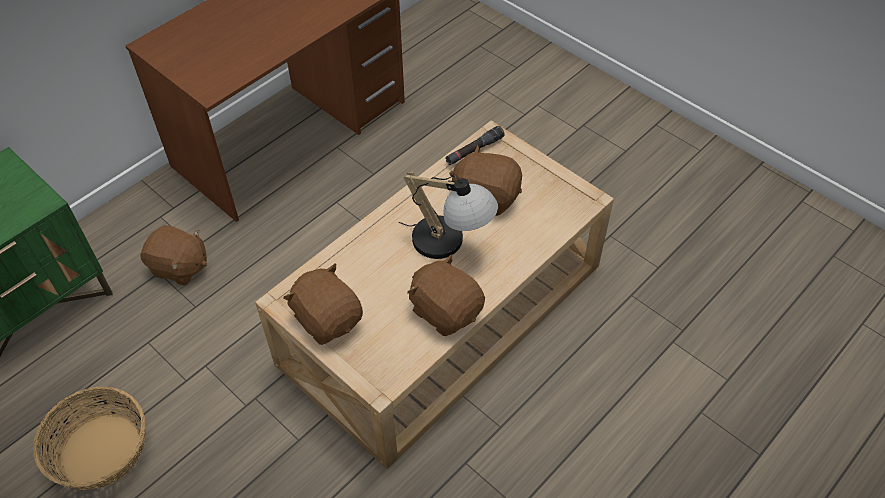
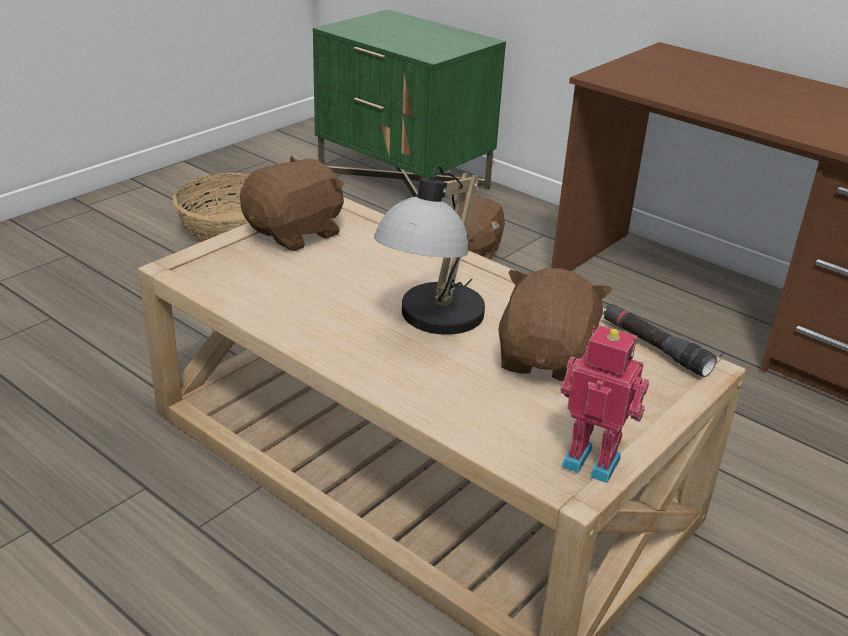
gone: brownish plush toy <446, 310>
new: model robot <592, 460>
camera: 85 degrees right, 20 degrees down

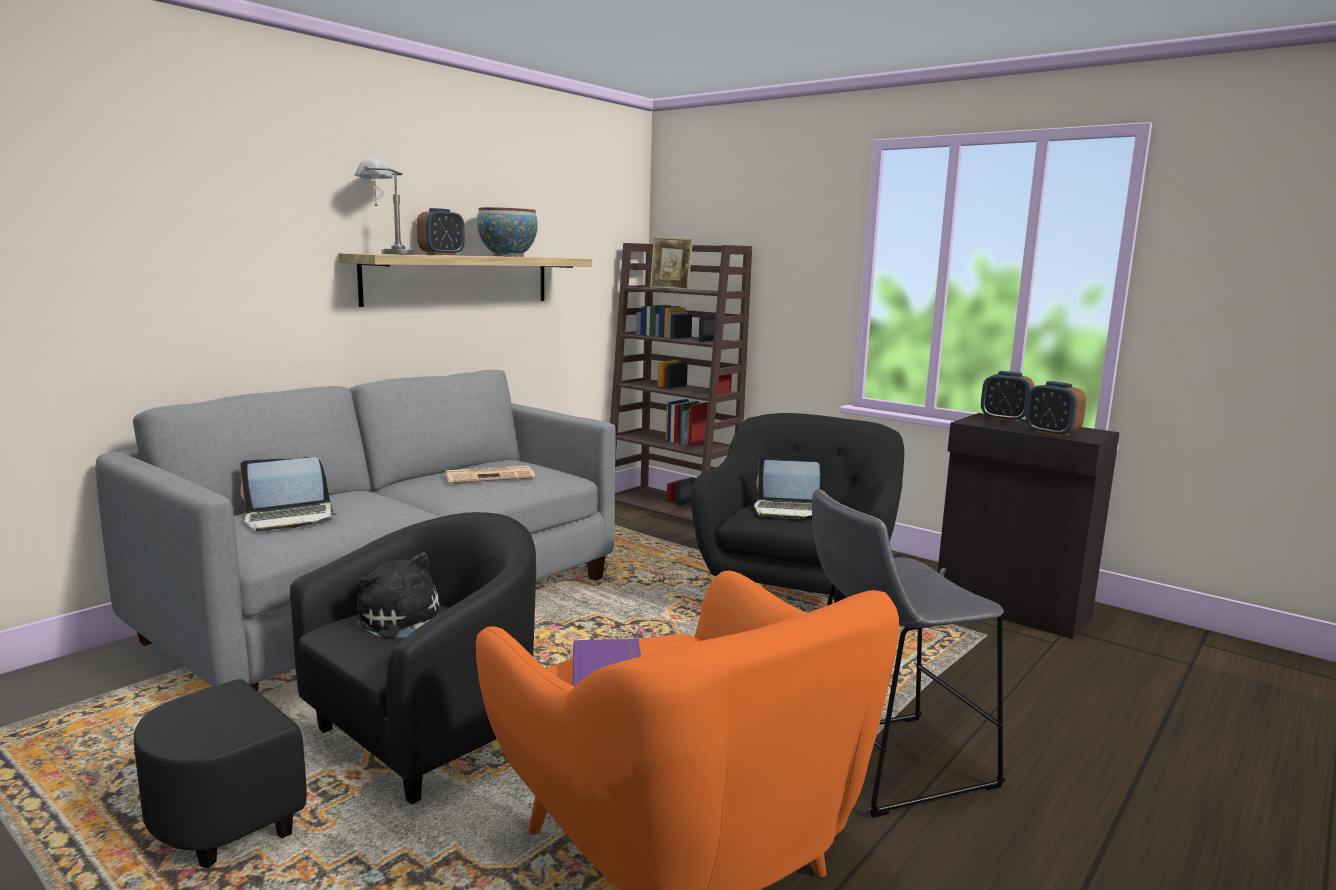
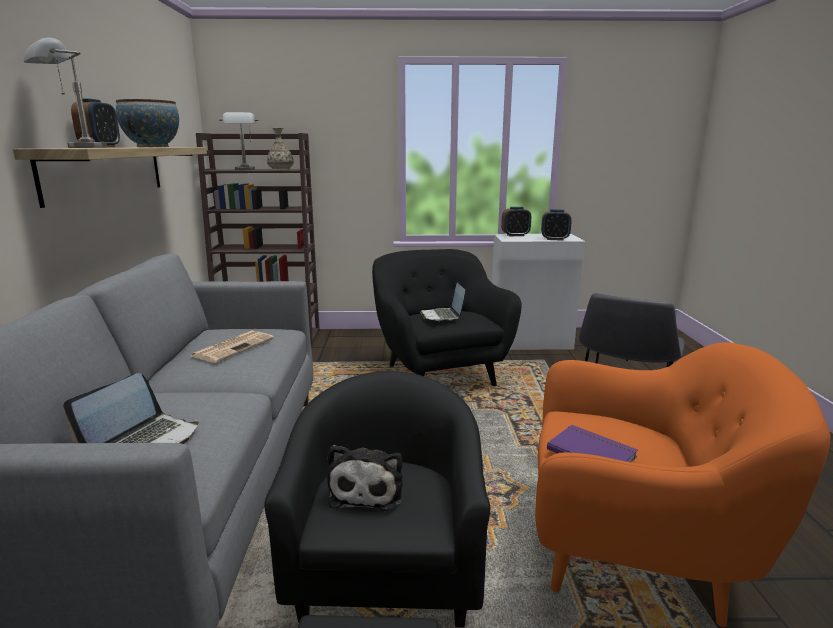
new: decorative vase <281, 170>
swapped: photo frame <670, 289> to grey lamp for a table <245, 170>
repainted: blackish cabinet <1012, 608> to whitish cabinet <531, 342>
rotated: plush toy <404, 623> = <367, 490> 90 degrees counterclockwise; portable computer <788, 510> = <443, 316> 105 degrees clockwise
camera: 40 degrees left, 5 degrees up

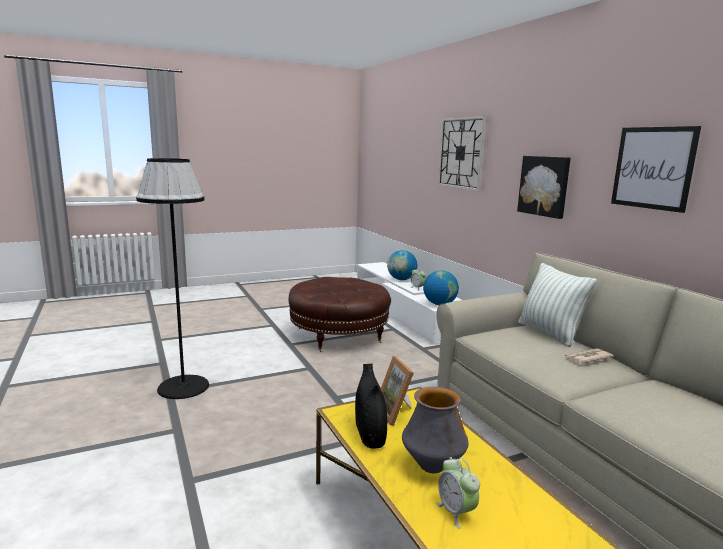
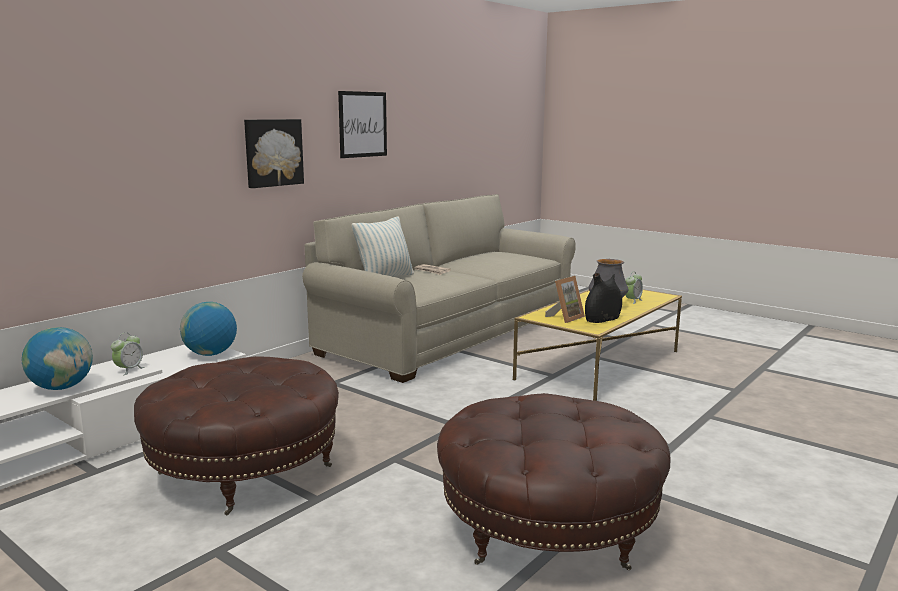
gone: hanging clock <461, 153>
swapped: blackish standard lamp <184, 387> to brownish pouffe <548, 527>
camera: 115 degrees left, 0 degrees up

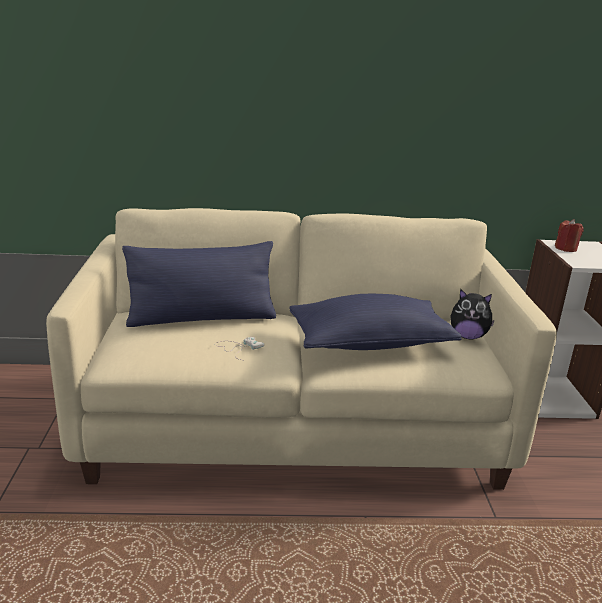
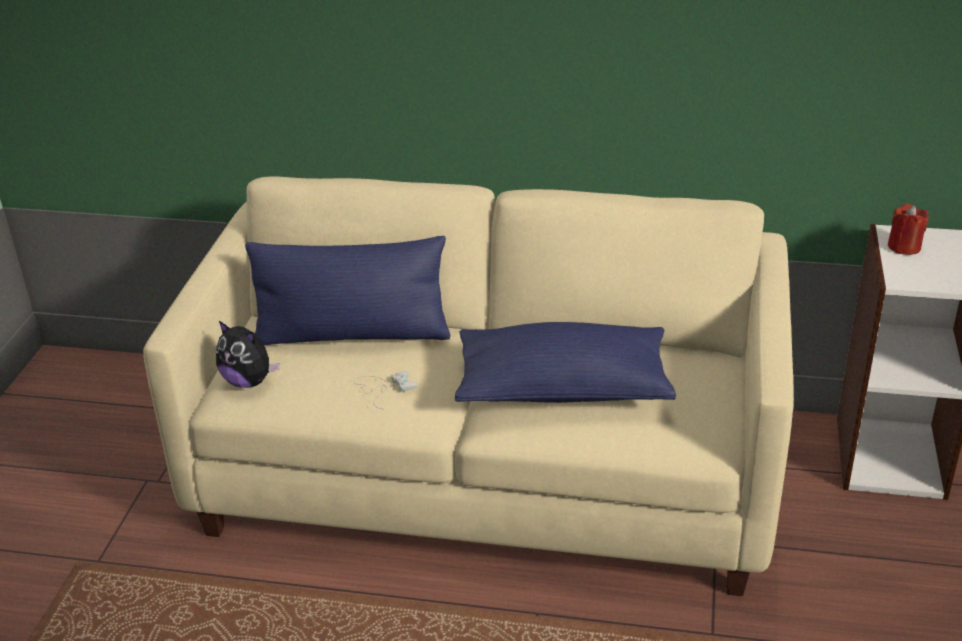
shifted: plush toy <468, 336> to <249, 381>
camera: 15 degrees right, 10 degrees up

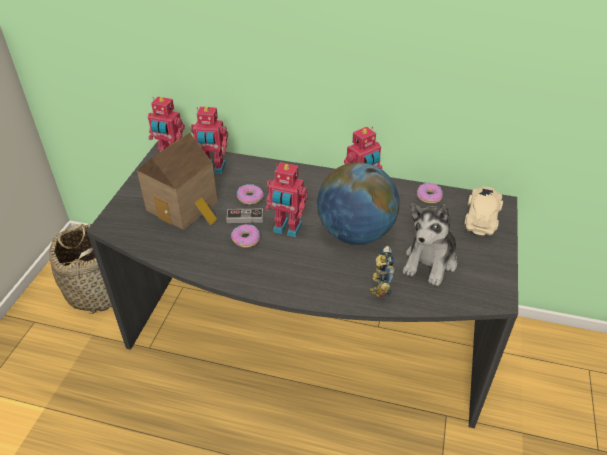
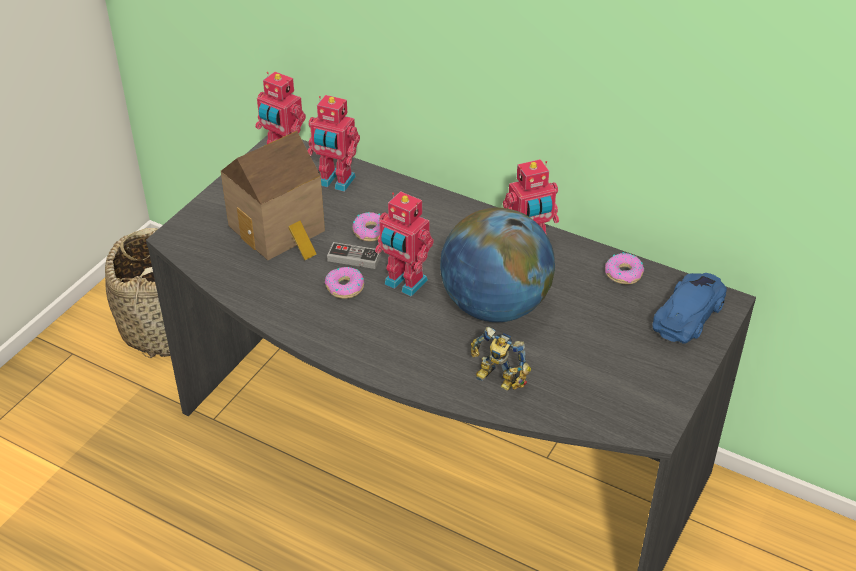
gone: plush toy <430, 262>
repainted: beige model car <482, 215> to blue model car <689, 313>
rotated: model robot <378, 285> = <497, 380> 75 degrees counterclockwise
camera: 15 degrees right, 0 degrees up

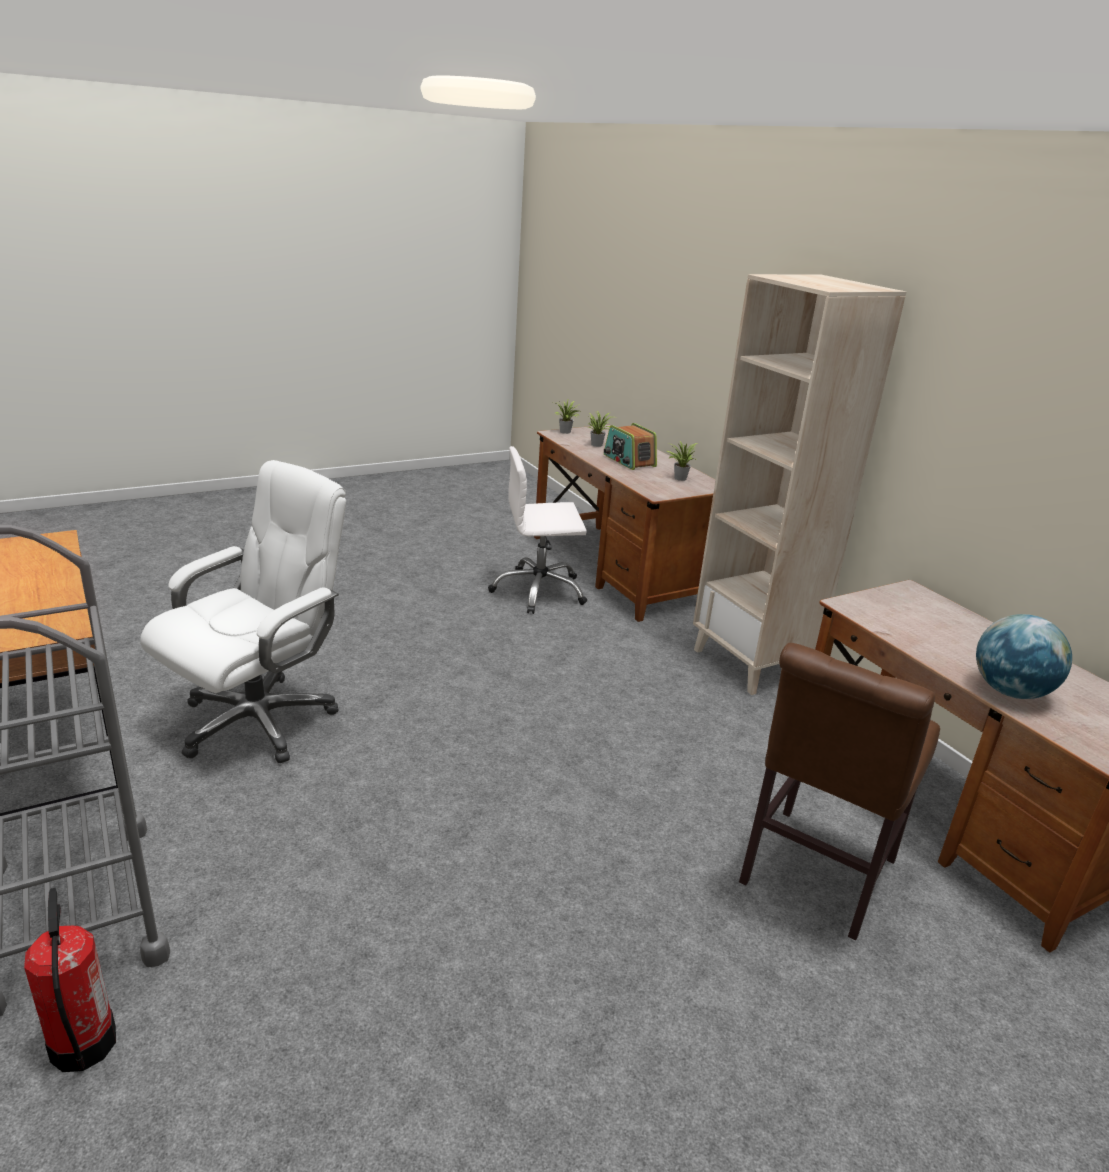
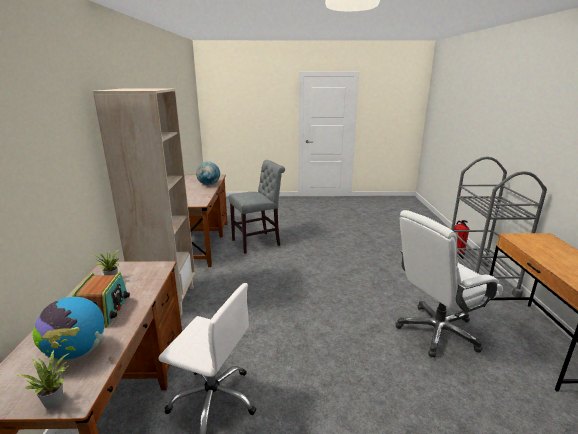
swapped: plant in a pot <597, 444> to world globe <76, 352>
repainted: brownish chair <814, 876> to grey chair <258, 242>
camera: 150 degrees left, 5 degrees down

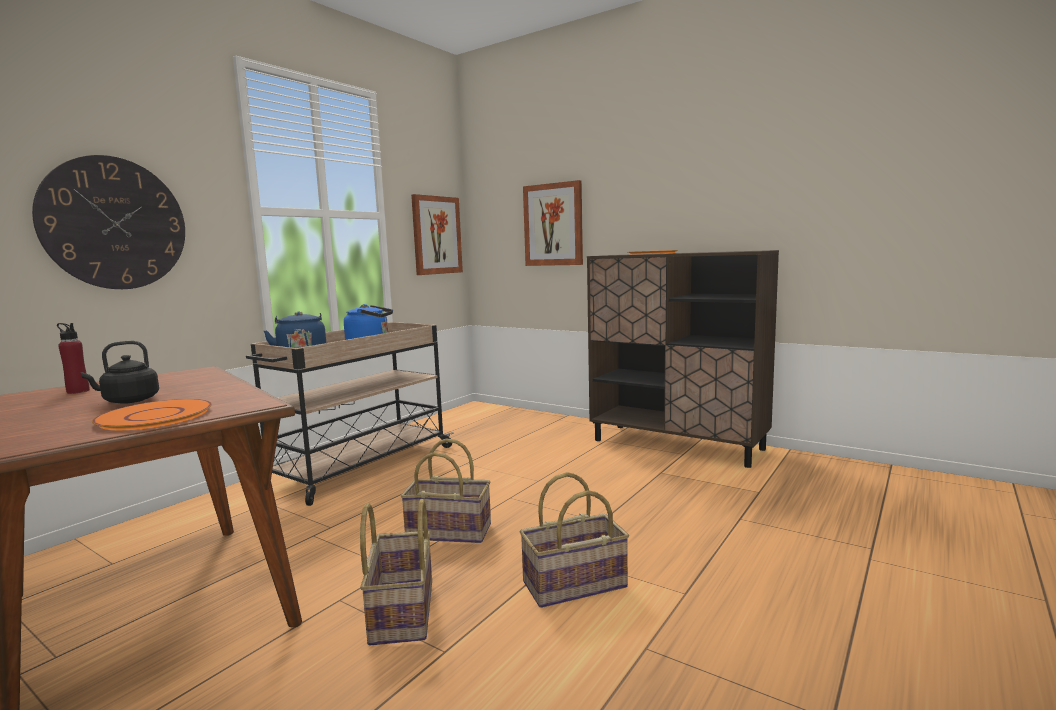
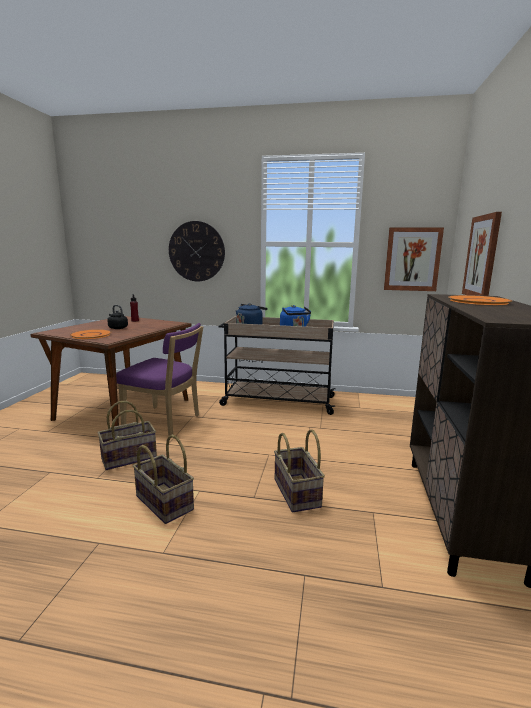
new: purple chair <165, 422>
shifted: storage basket <450, 531> to <297, 493>
camera: 65 degrees right, 5 degrees up

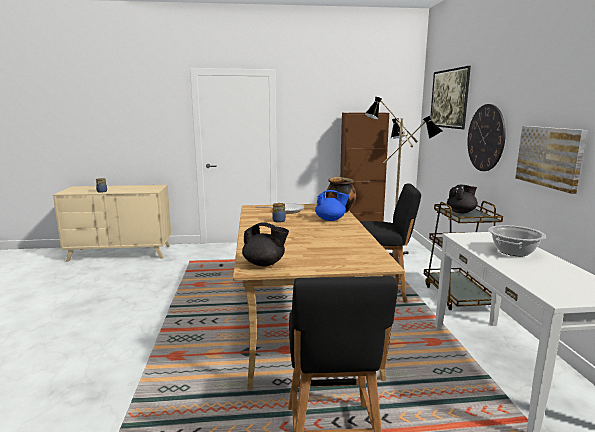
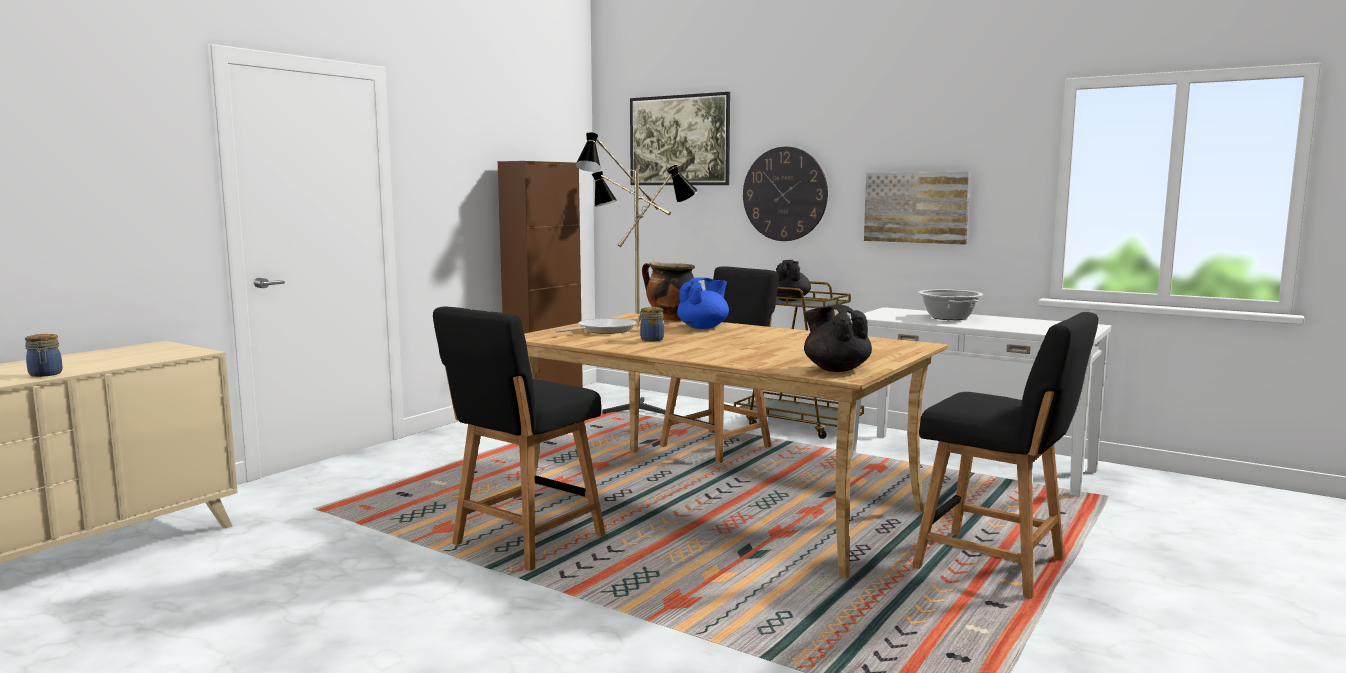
new: blackish chair <524, 542>
rotated: blackish pot for tea <264, 264> = <835, 369> 90 degrees counterclockwise
camera: 50 degrees left, 5 degrees down

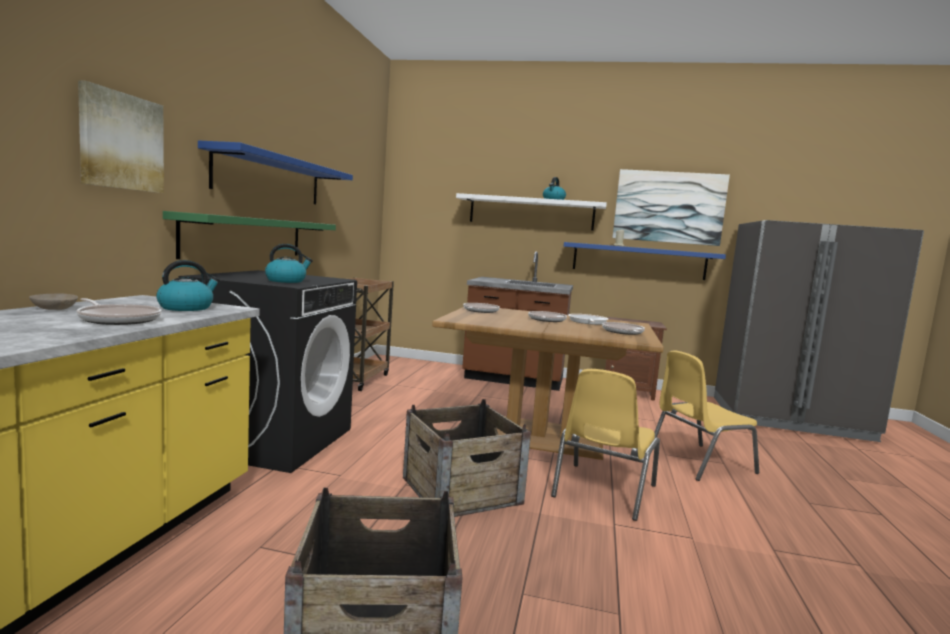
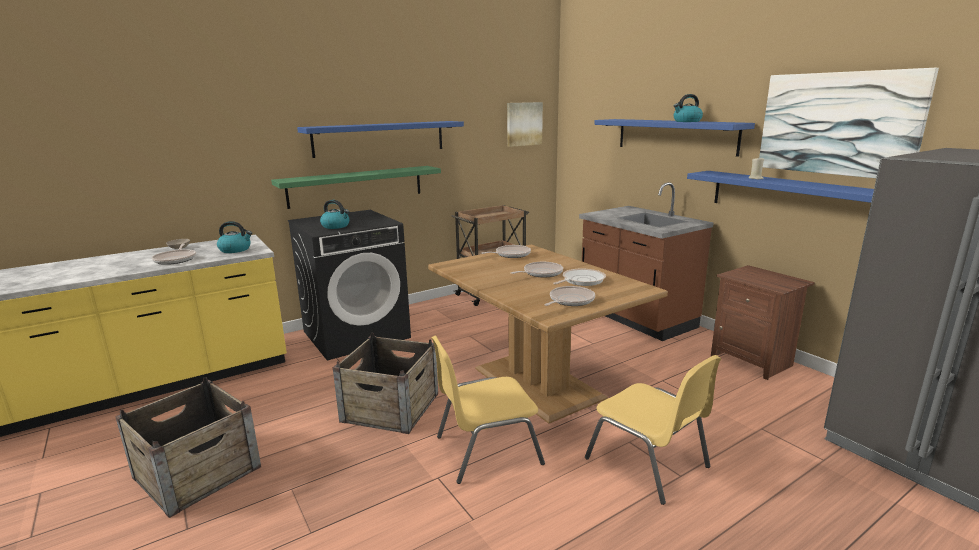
shifted: wall picture <121, 141> to <523, 124>
repainted: whitish bracket shelf <531, 212> to blue bracket shelf <674, 136>
rotated: yellow-coloured chair <698, 462> = <648, 463> 150 degrees counterclockwise
camera: 45 degrees right, 10 degrees up

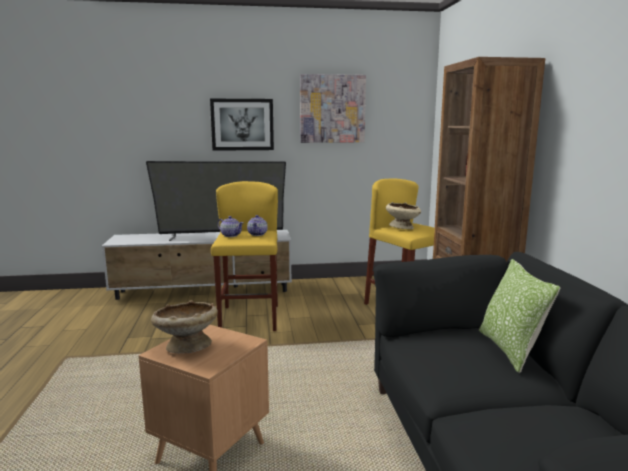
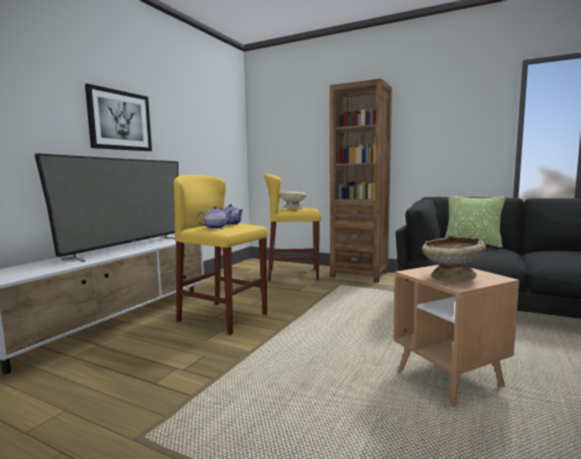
gone: wall picture <332, 109>
camera: 55 degrees left, 5 degrees down

